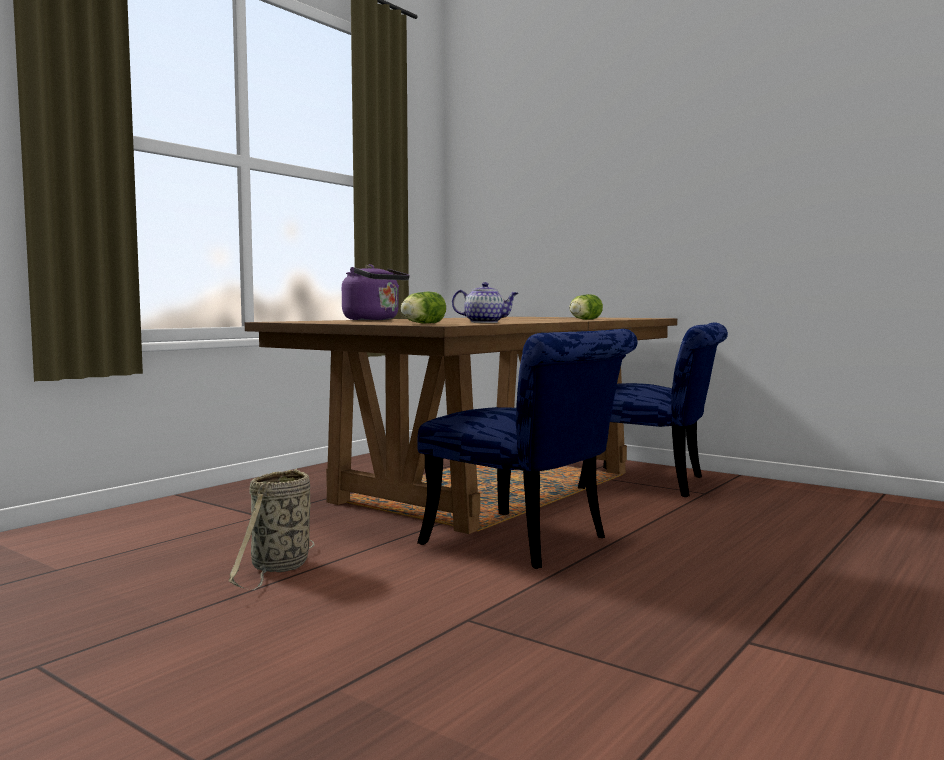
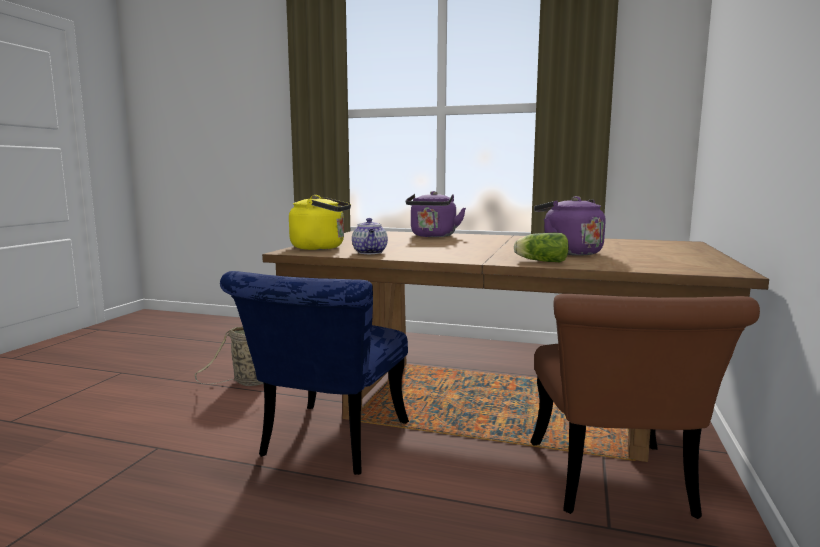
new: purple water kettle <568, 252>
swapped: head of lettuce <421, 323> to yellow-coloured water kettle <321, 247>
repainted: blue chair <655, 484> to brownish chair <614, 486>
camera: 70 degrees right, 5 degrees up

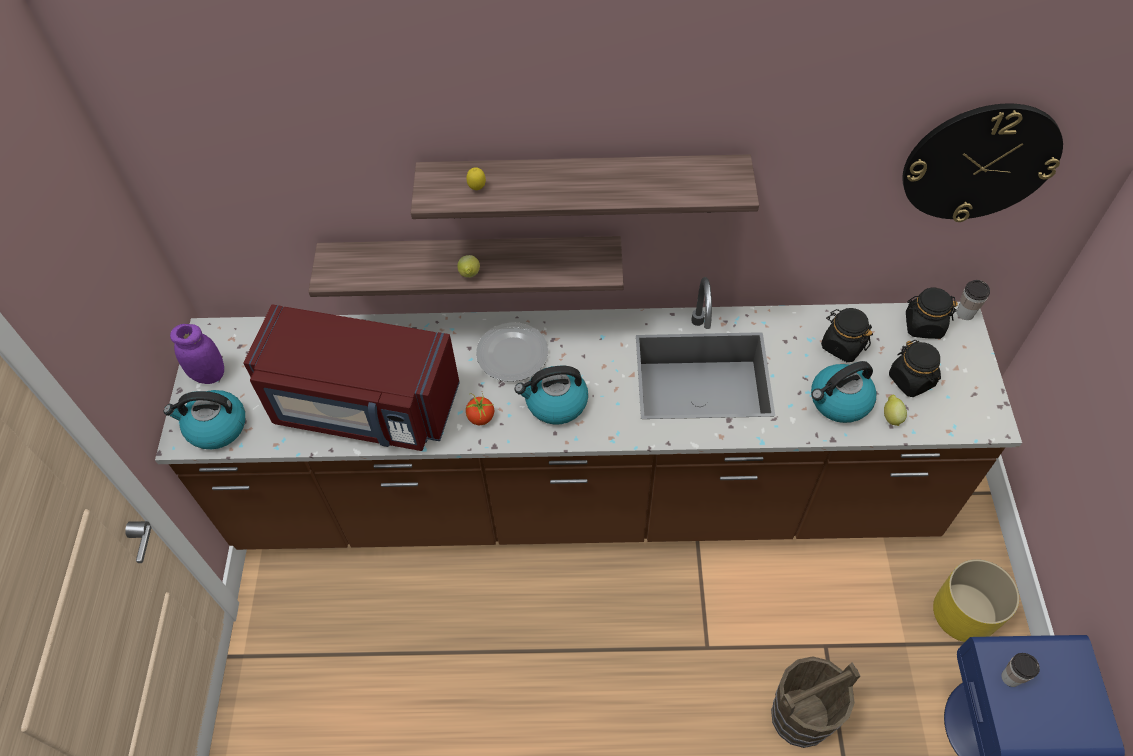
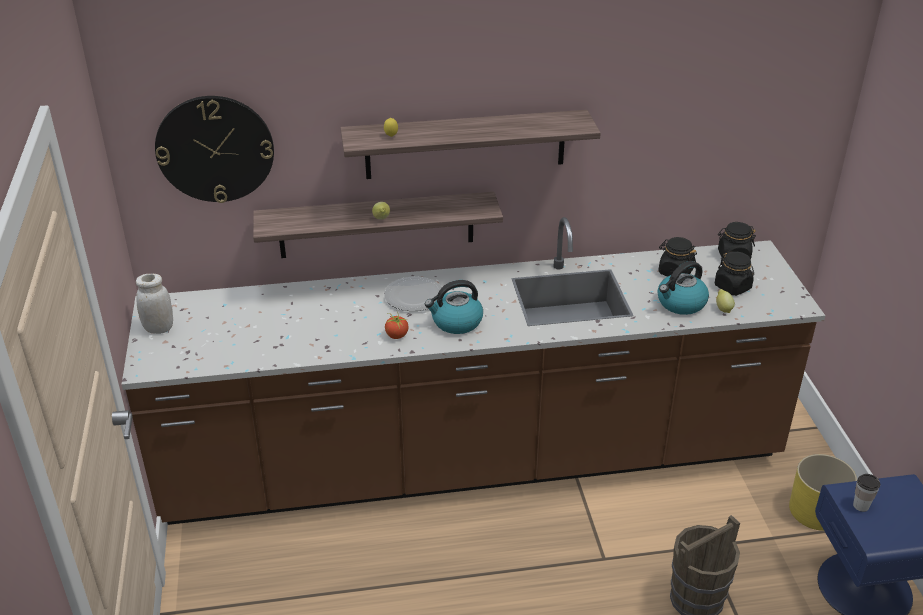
gone: water kettle <215, 427>; red microwave oven <363, 406>; cup <965, 313>
shifted: hanging clock <980, 162> to <215, 149>
repainted: purple preserve jar <209, 375> to whitish preserve jar <159, 328>
camera: 10 degrees left, 20 degrees down

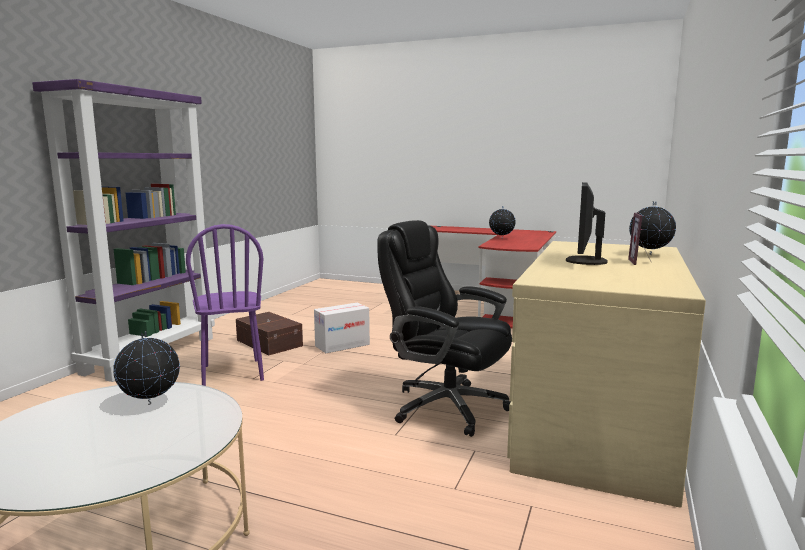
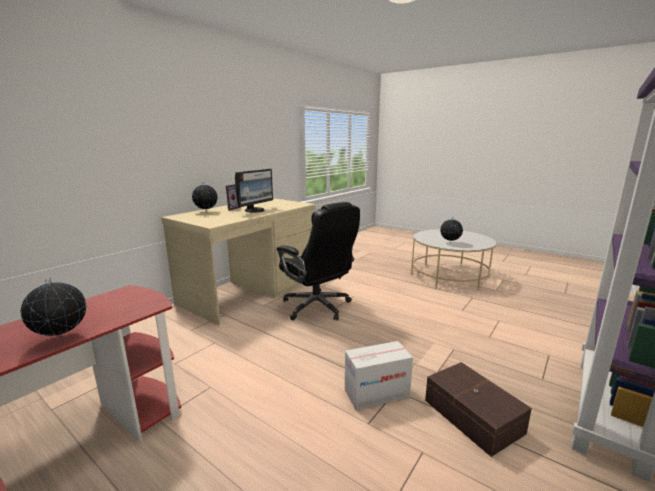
gone: purple chair <232, 373>
camera: 165 degrees left, 5 degrees up

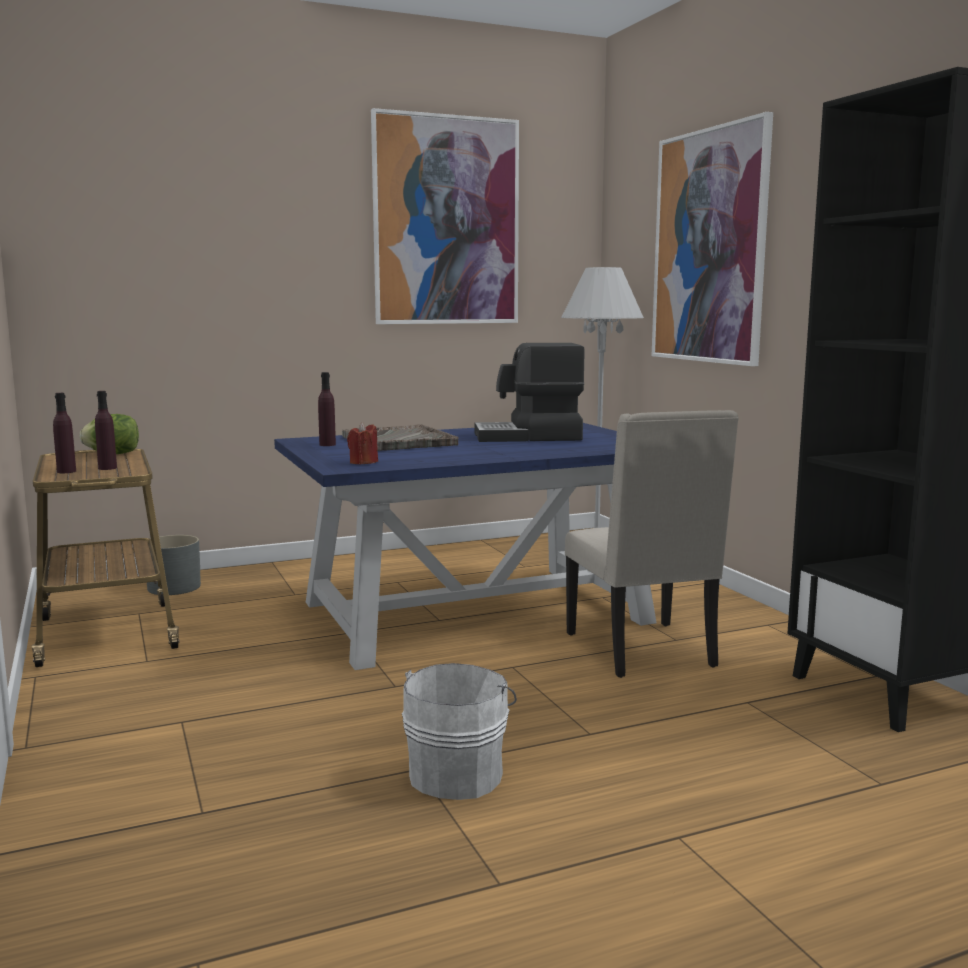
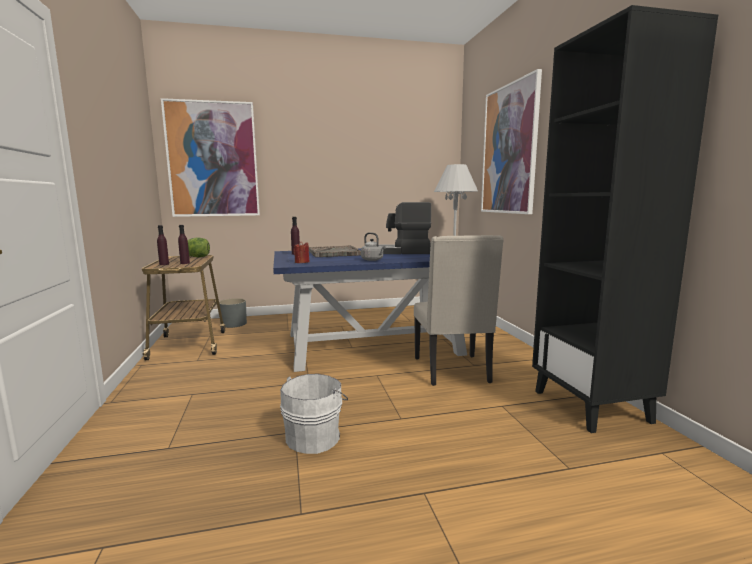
new: grey water kettle <373, 260>
shifted: wall picture <446, 221> to <213, 160>
camera: 10 degrees right, 0 degrees up

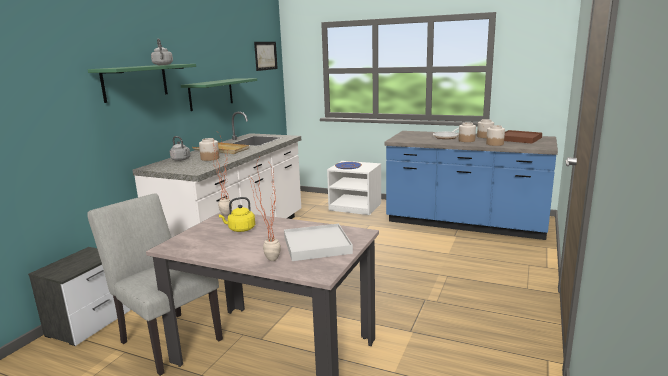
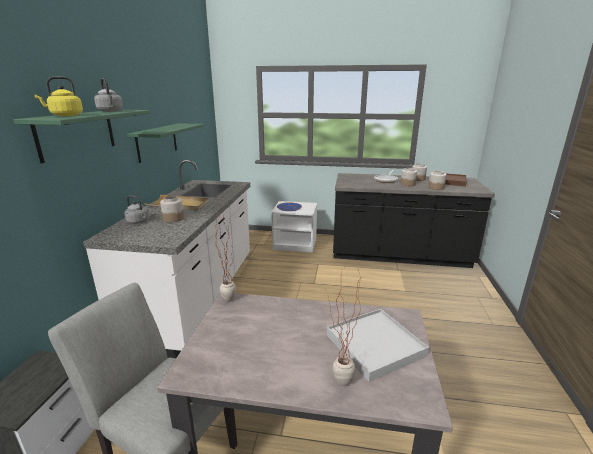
gone: wall picture <265, 55>
shifted: yellow-coloured water kettle <240, 229> to <65, 115>
repainted: blue kitchen base unit <465, 223> to blackish kitchen base unit <399, 255>
camera: 15 degrees left, 5 degrees up

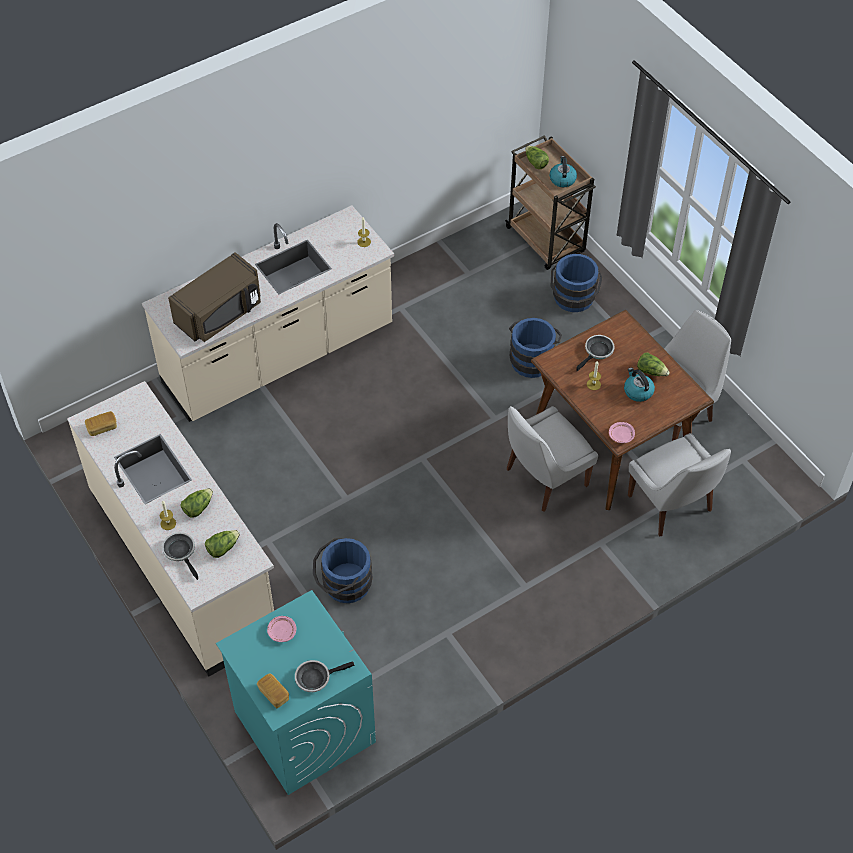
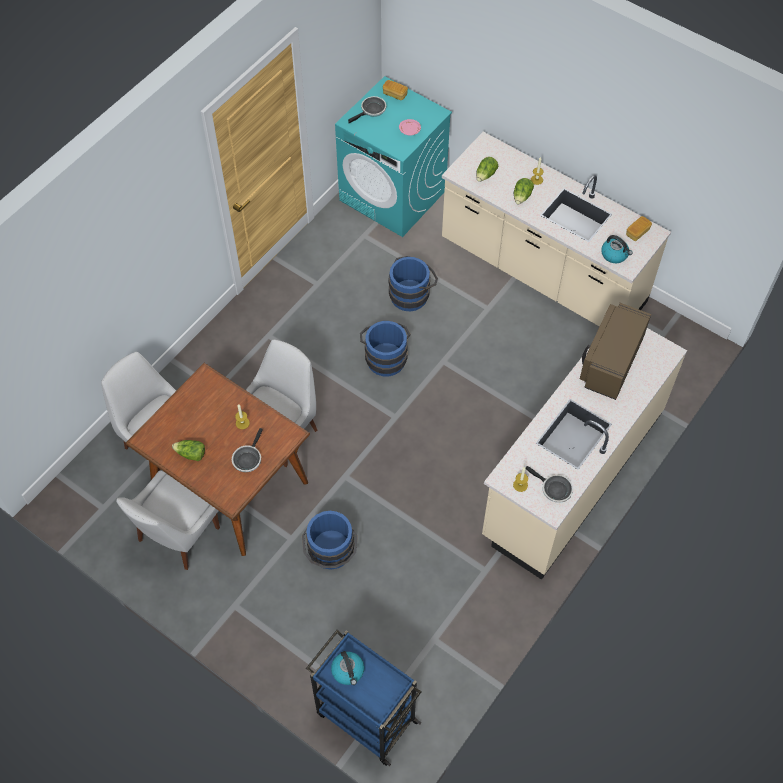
gone: head of lettuce <535, 162>; pink-coloured dinner plate <621, 436>
shifted: frying pan <181, 552> to <554, 489>; blue bucket <573, 300> to <385, 356>; water kettle <637, 391> to <614, 254>
repainted: brownish wheeled cart <546, 241> to blue wheeled cart <365, 716>
camera: 160 degrees right, 5 degrees up

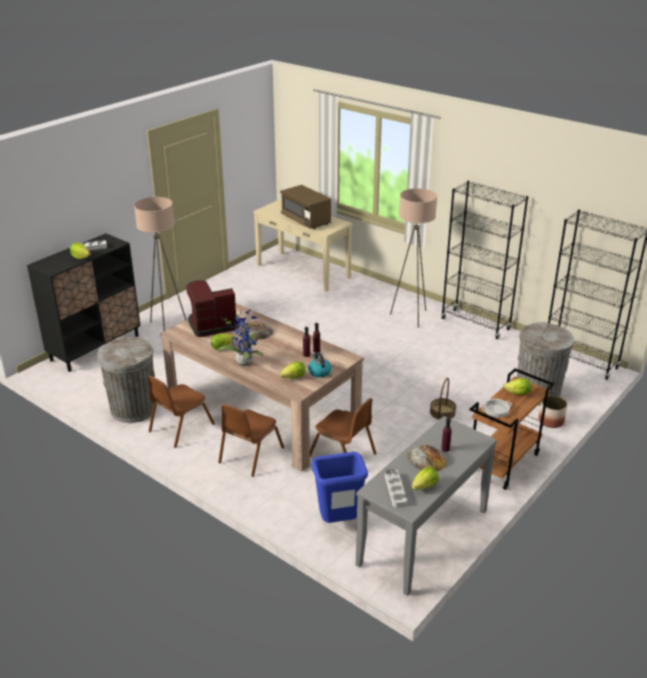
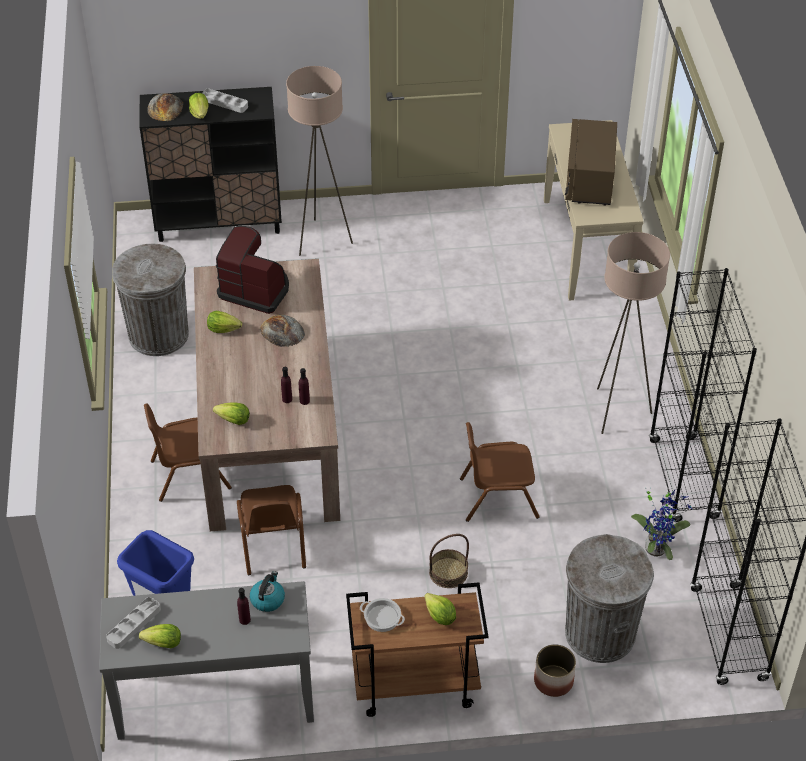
shifted: brownish chair <180, 427> to <498, 497>; plant in a pot <244, 361> to <657, 547>; water kettle <319, 372> to <267, 599>; bakery bread <427, 459> to <165, 108>
camera: 45 degrees right, 15 degrees up

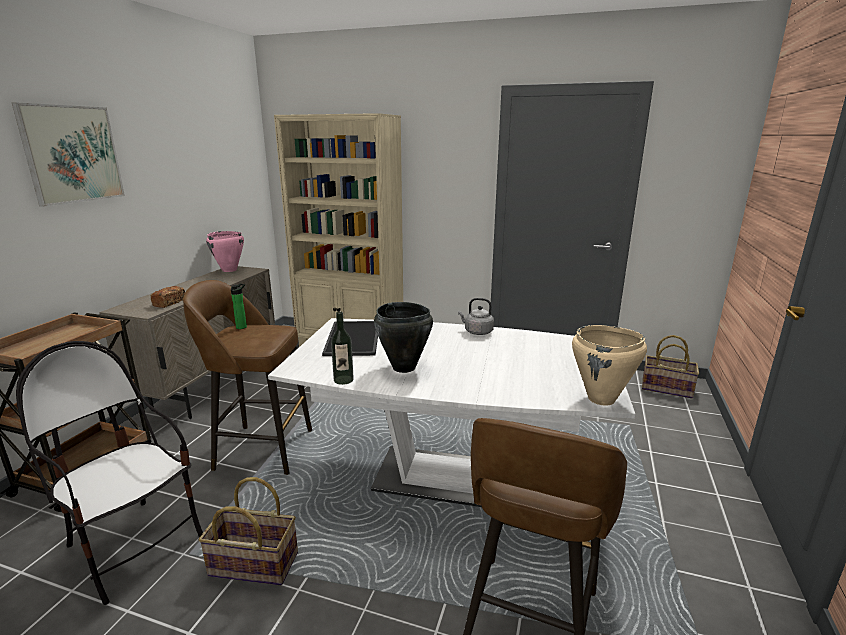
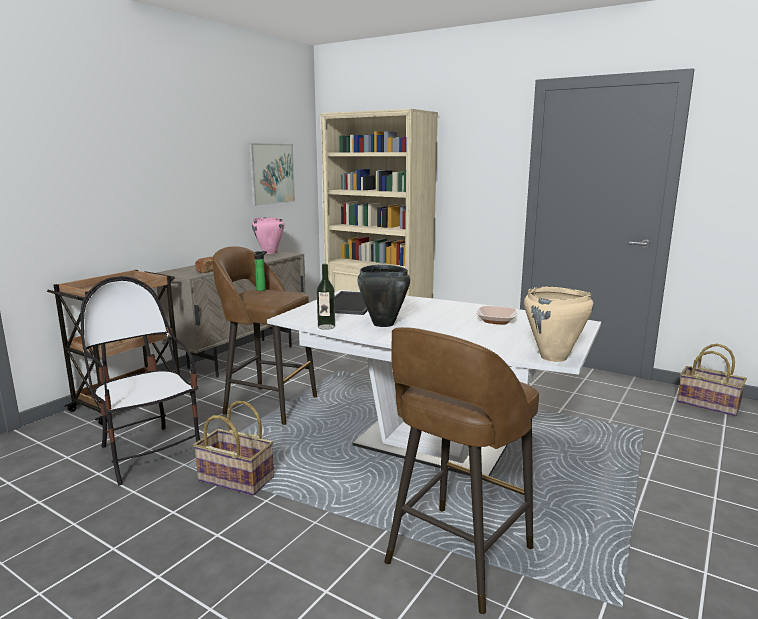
gone: grey water kettle <477, 332>
new: deep dish <496, 320>
shifted: wall picture <72, 154> to <271, 173>
camera: 15 degrees right, 5 degrees down

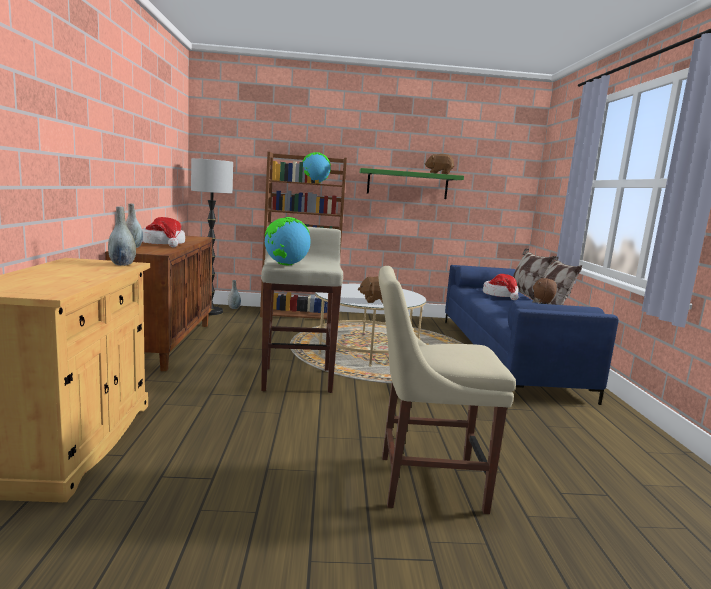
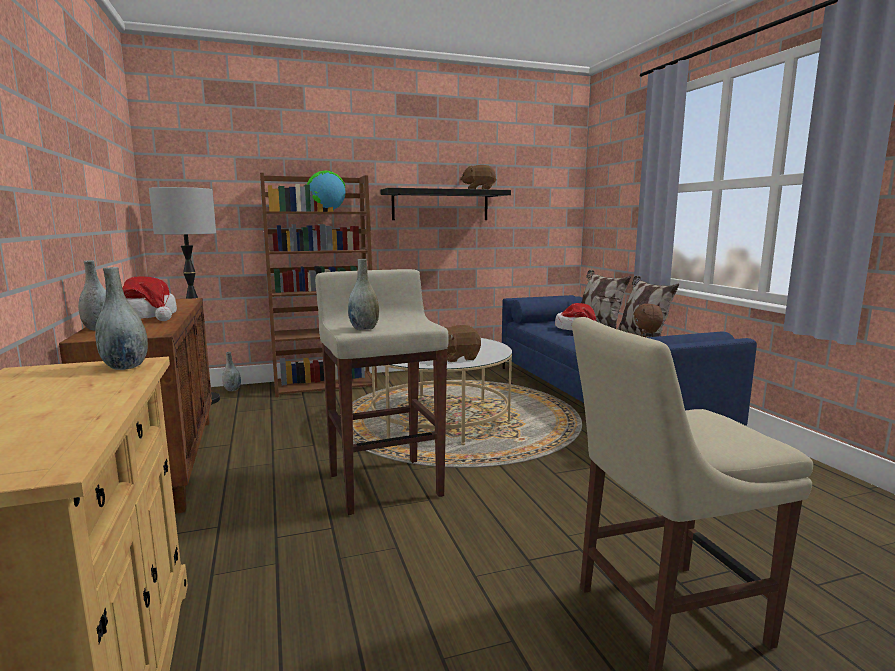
swapped: world globe <285, 265> to grey decorative vase <364, 328>
repainted: green bracket shelf <407, 184> to blackish bracket shelf <440, 205>
camera: 15 degrees left, 0 degrees up

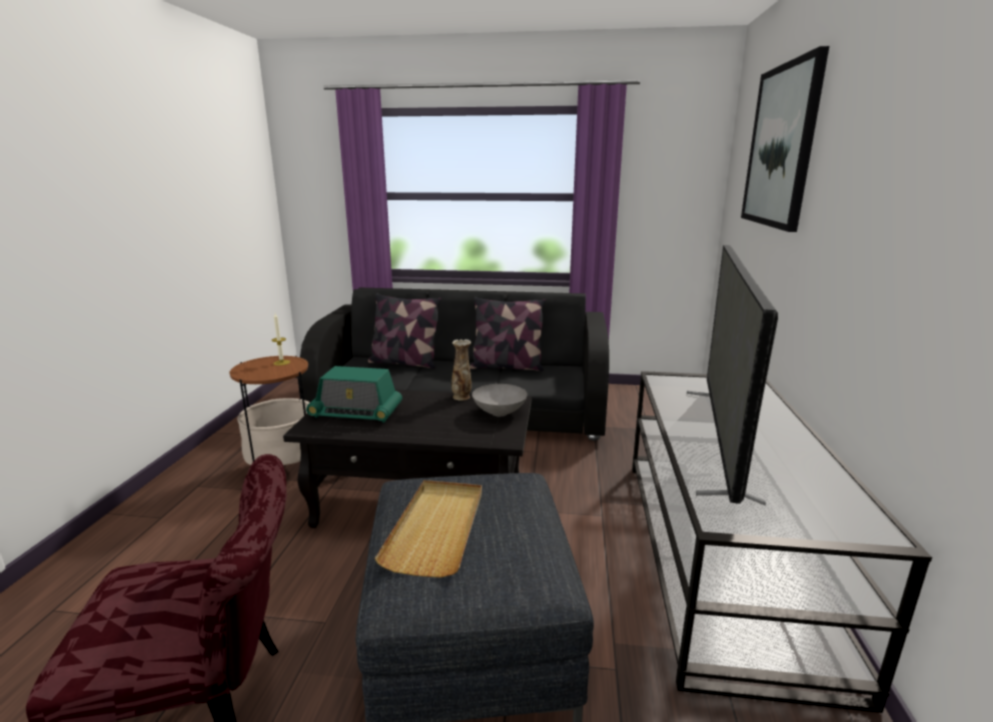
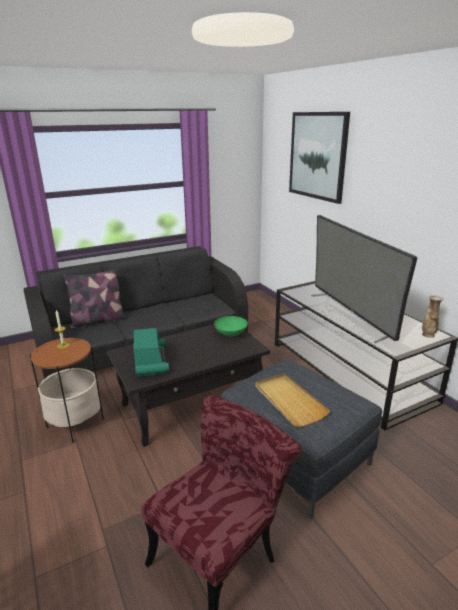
gone: cushion <507, 366>
shifted: decorative vase <462, 397> to <428, 334>
repainted: grey deep dish <498, 412> to green deep dish <230, 334>
rotated: radio set <356, 412> = <151, 362> 75 degrees counterclockwise
camera: 35 degrees left, 5 degrees up

